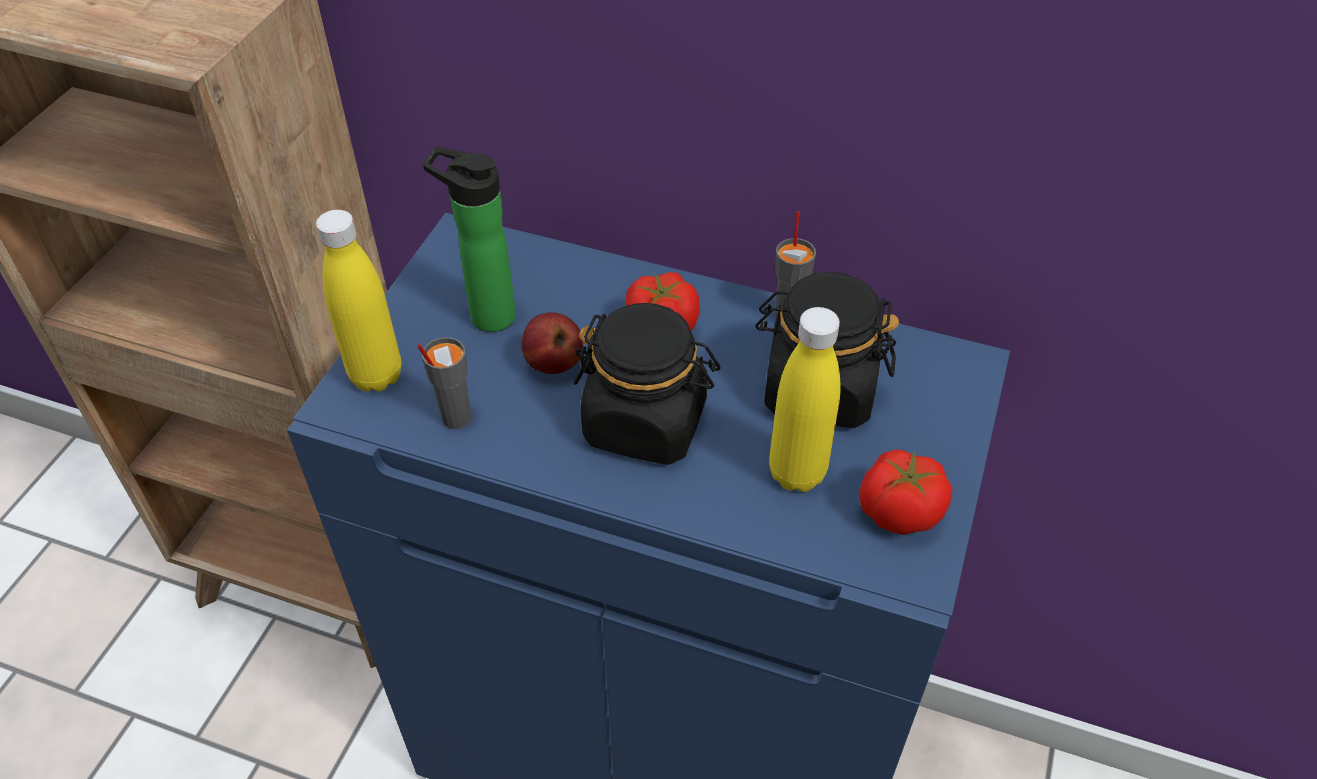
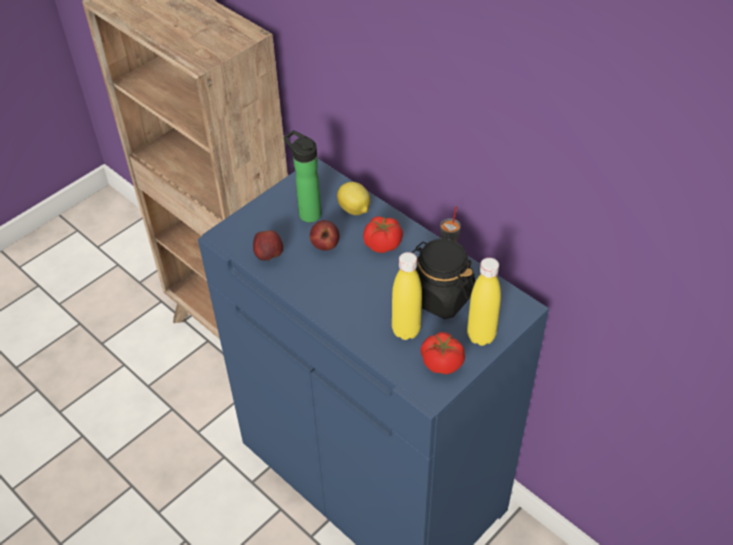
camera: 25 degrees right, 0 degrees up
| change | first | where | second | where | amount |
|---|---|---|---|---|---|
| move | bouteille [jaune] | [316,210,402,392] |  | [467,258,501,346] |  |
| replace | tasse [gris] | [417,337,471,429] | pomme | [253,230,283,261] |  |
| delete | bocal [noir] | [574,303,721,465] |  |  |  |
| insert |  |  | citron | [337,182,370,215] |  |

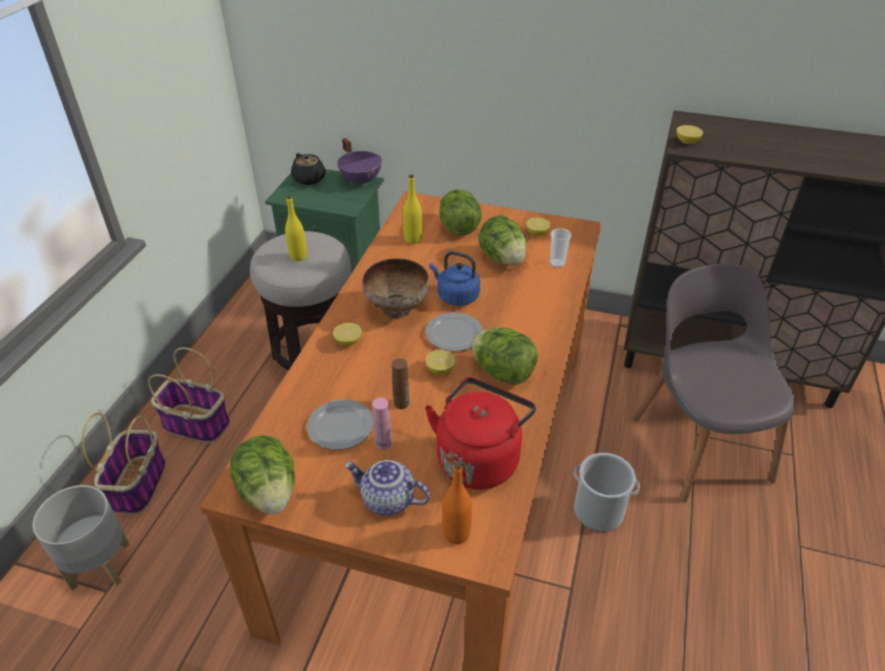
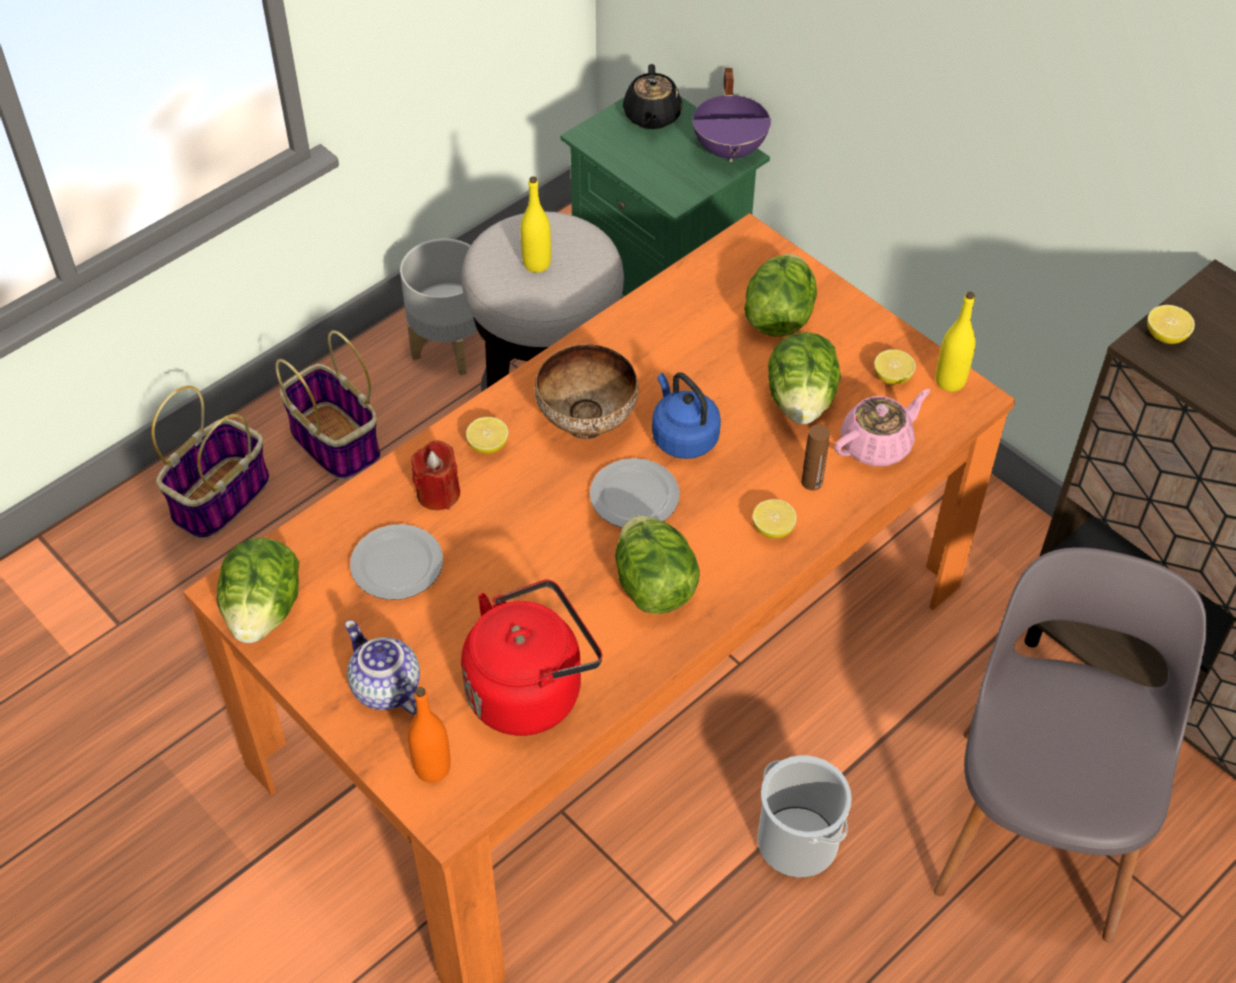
camera: 30 degrees right, 10 degrees up
| change | first | where | second | where | amount |
|---|---|---|---|---|---|
| move | cache-pot [gris] | [32,485,130,591] |  | [400,239,484,375] |  |
| delete | bouteille [rose] | [372,398,392,450] |  |  |  |
| move | bouteille [marron] | [392,358,409,409] |  | [801,424,830,490] |  |
| move | bouteille [jaune] | [403,175,422,244] |  | [936,292,976,392] |  |
| move | citron | [425,350,455,375] |  | [753,499,797,539] |  |
| replace | tasse | [550,228,571,268] | théière [rose] | [834,389,930,466] |  |
| insert |  |  | bougie [rouge] | [411,441,460,510] |  |

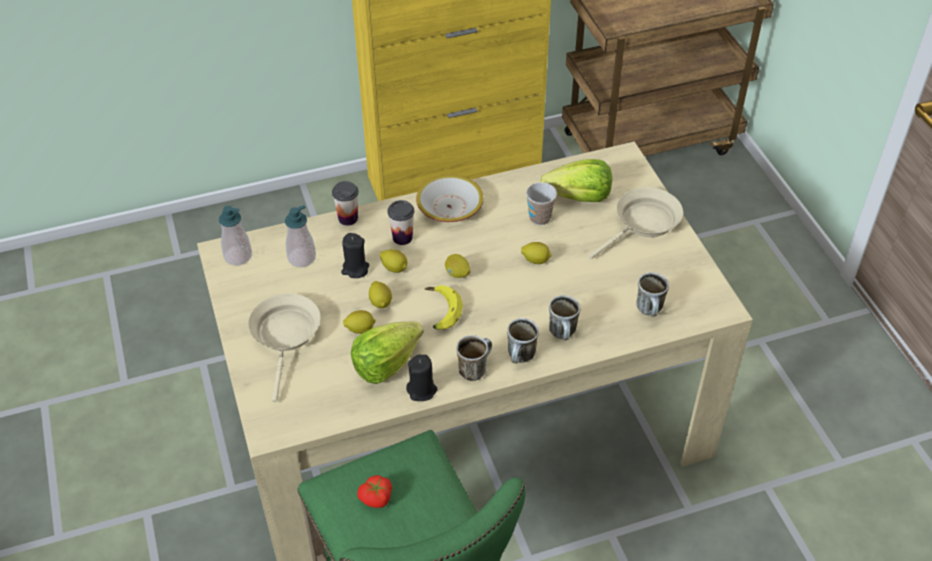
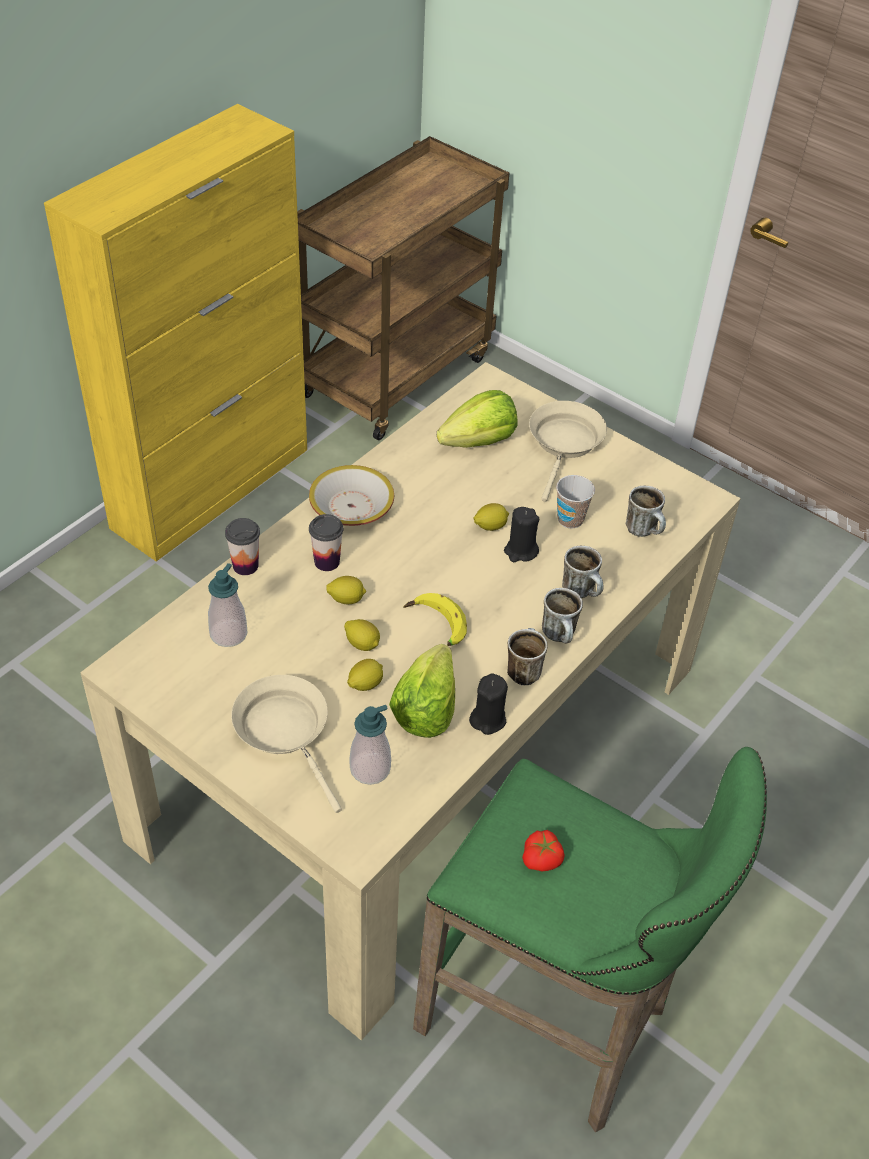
camera: 35 degrees left, 0 degrees up
| change | first | where | second | where | amount |
|---|---|---|---|---|---|
| move | distributeur de savon | [219,206,252,266] |  | [350,705,391,785] |  |
| move | bougie [noir] | [341,233,369,278] |  | [504,507,539,562] |  |
| delete | citron | [445,254,470,278] |  |  |  |
| move | tasse | [526,182,557,225] |  | [556,475,595,529] |  |

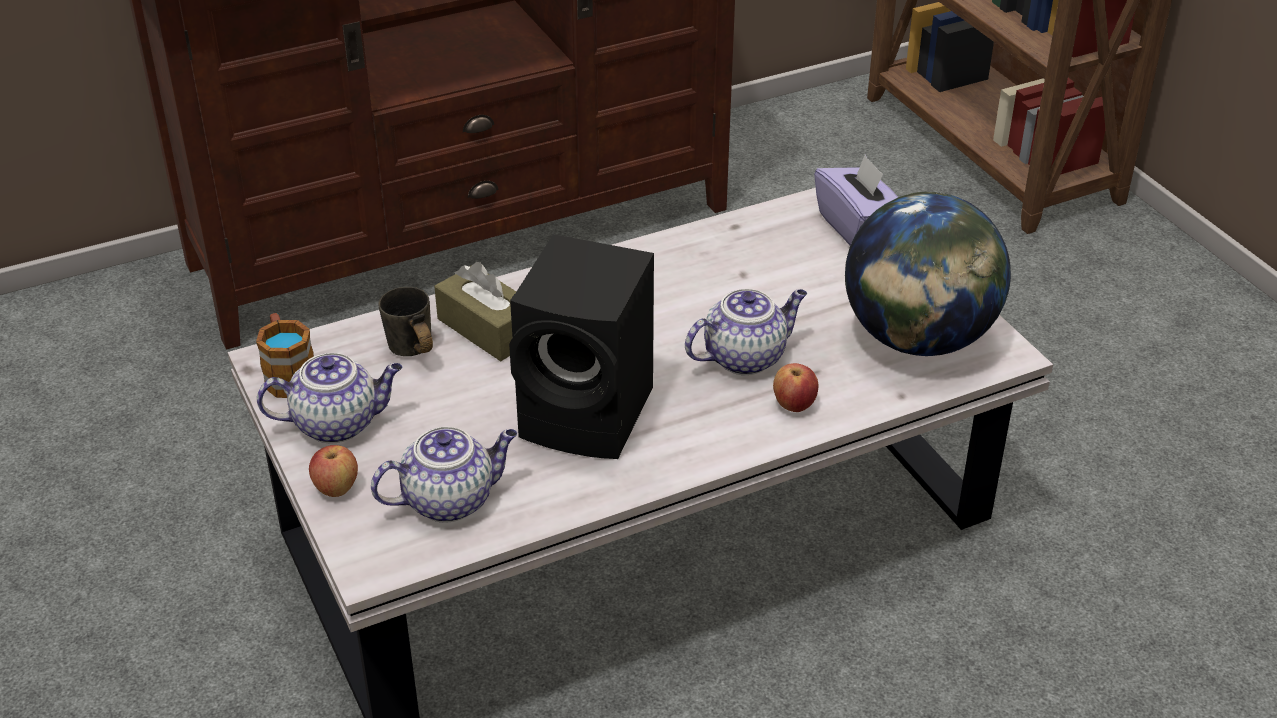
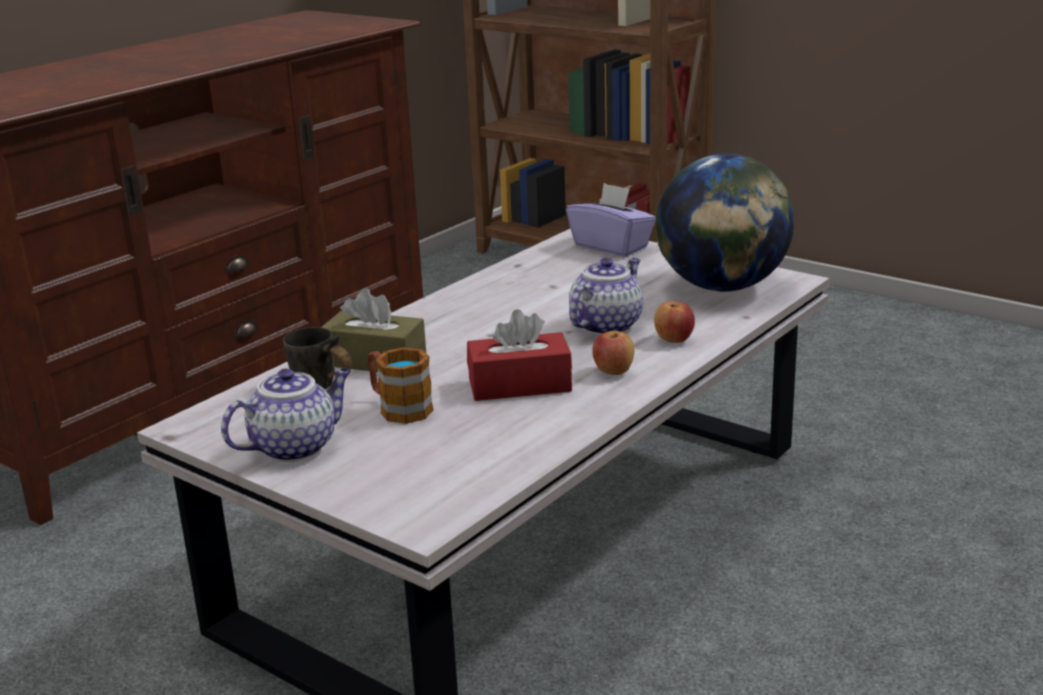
camera: 25 degrees left, 15 degrees down
| change | first | where | second | where | amount |
|---|---|---|---|---|---|
| move | mug | [256,313,314,398] |  | [368,347,433,424] |  |
| move | pomme | [309,445,358,497] |  | [592,331,634,375] |  |
| delete | théière | [371,427,517,523] |  |  |  |
| replace | enceinte [noir] | [509,234,654,459] | boîte à mouchoirs [rouge] | [467,309,572,401] |  |

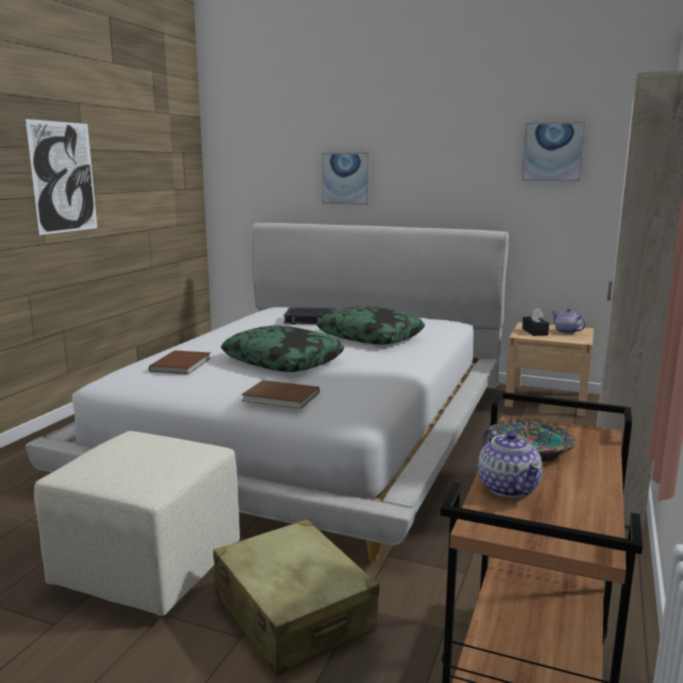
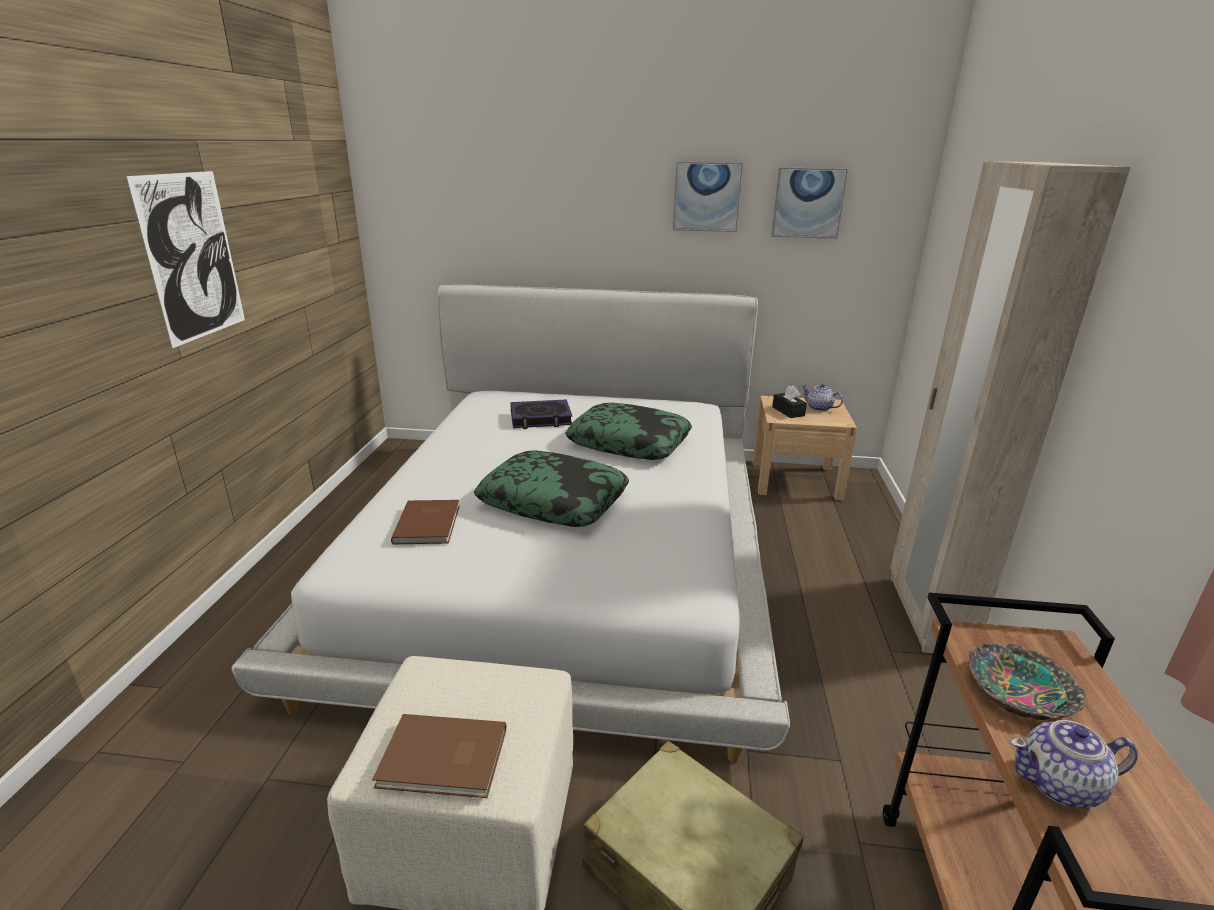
camera: 15 degrees left, 10 degrees up
| change | first | where | second | where | amount |
|---|---|---|---|---|---|
| move | livre [marron] | [241,380,320,409] |  | [372,714,506,798] |  |
| move | tableau | [322,153,370,205] |  | [673,162,743,232] |  |
| rotate | théière | [478,428,543,498] |  | [1010,720,1138,808] | 120 degrees clockwise |

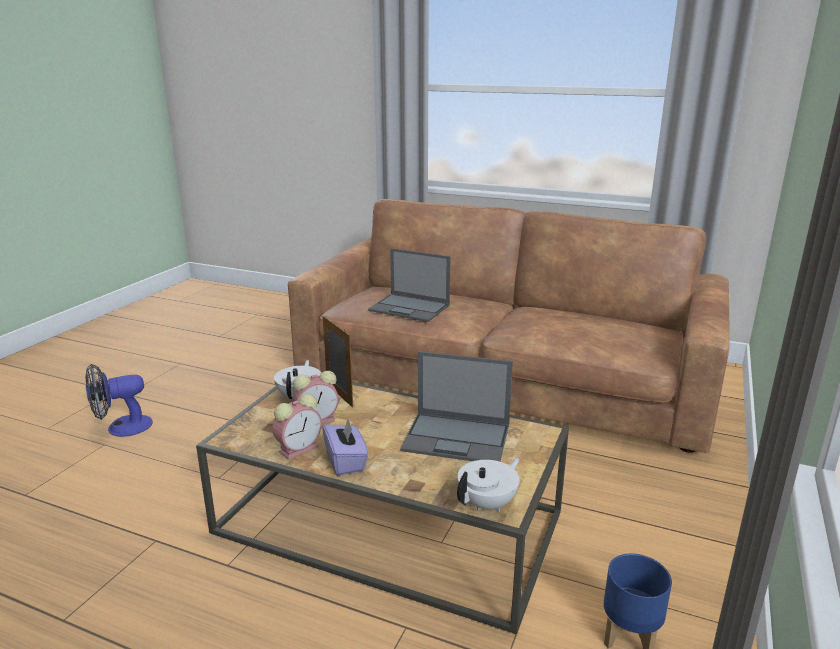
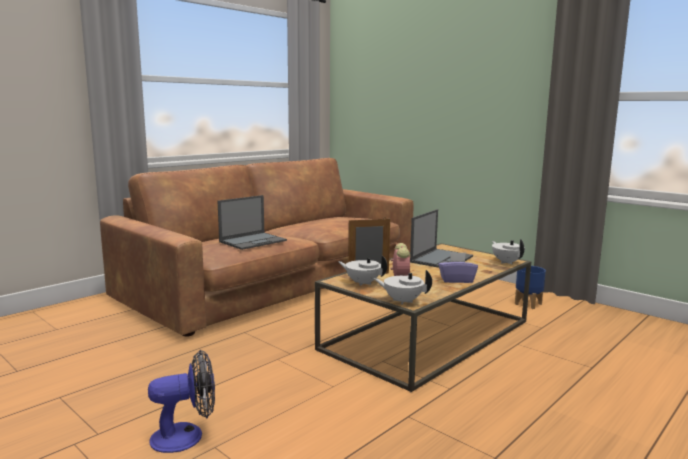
camera: 70 degrees left, 10 degrees down
| change | first | where | second | where | amount |
|---|---|---|---|---|---|
| rotate | ventilateur | [85,364,153,437] |  | [148,350,215,453] | 105 degrees counterclockwise |
| delete | réveil | [272,394,322,460] |  |  |  |
| insert |  |  | théière [blanc] | [374,270,432,305] |  |

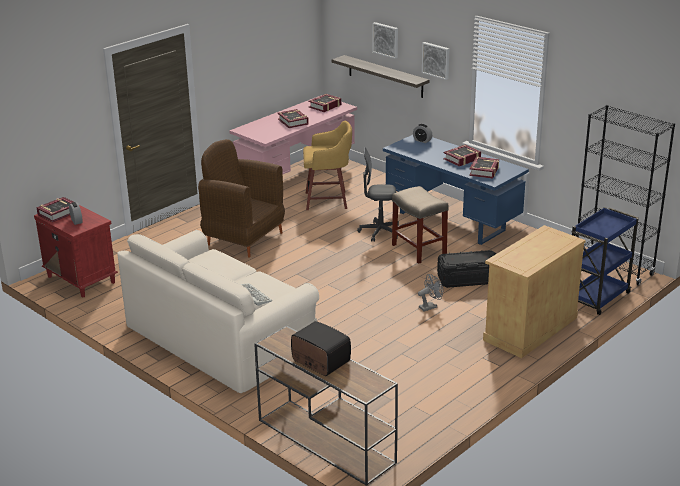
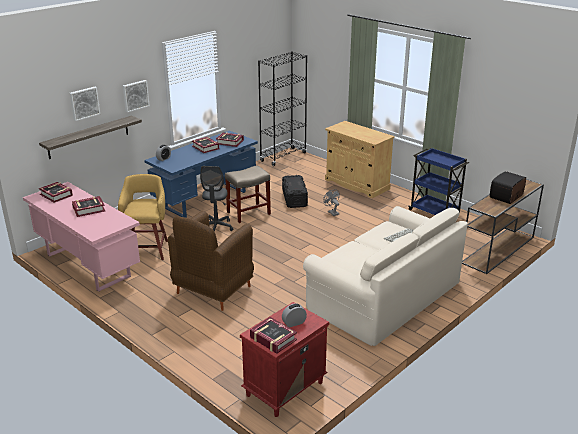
camera: 90 degrees left, 0 degrees up
| change | first | where | second | where | amount |
|---|---|---|---|---|---|
| move | chariot [bleu] | [571,207,639,315] |  | [408,148,469,215] |  |

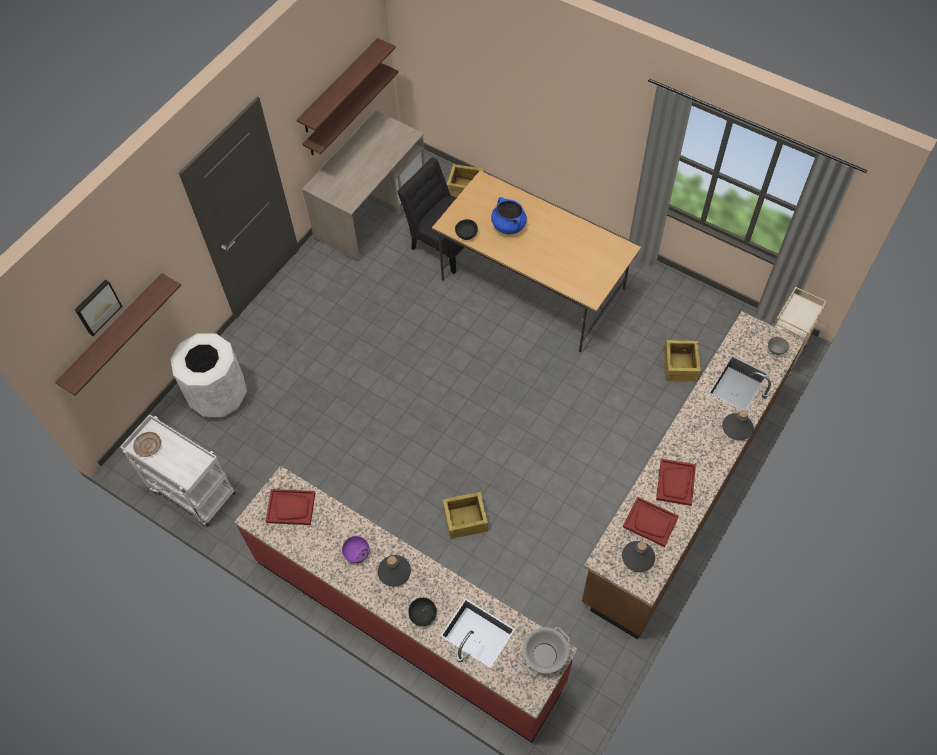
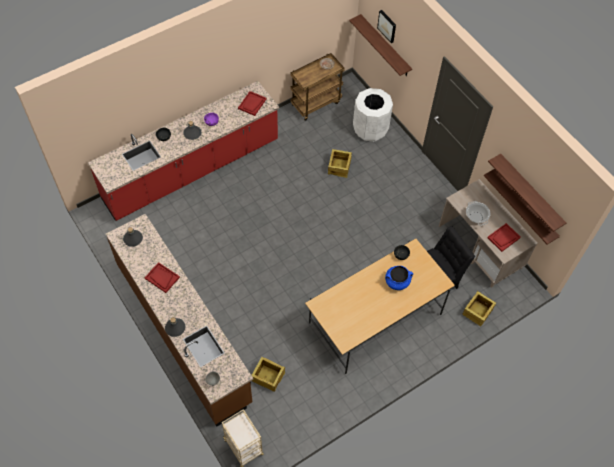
camera: 110 degrees right, 0 degrees up
| change | first | where | second | where | amount |
|---|---|---|---|---|---|
| recolor | chariot [blanc] | [120,415,235,527] | chariot [marron] | [290,53,345,121] |  |
| move | caisse | [443,492,488,539] |  | [328,149,352,178] |  |
| move | marmite | [521,627,570,675] |  | [466,201,490,226] |  |
| move | plateau [rouge] | [623,497,679,547] |  | [487,223,521,252] |  |

